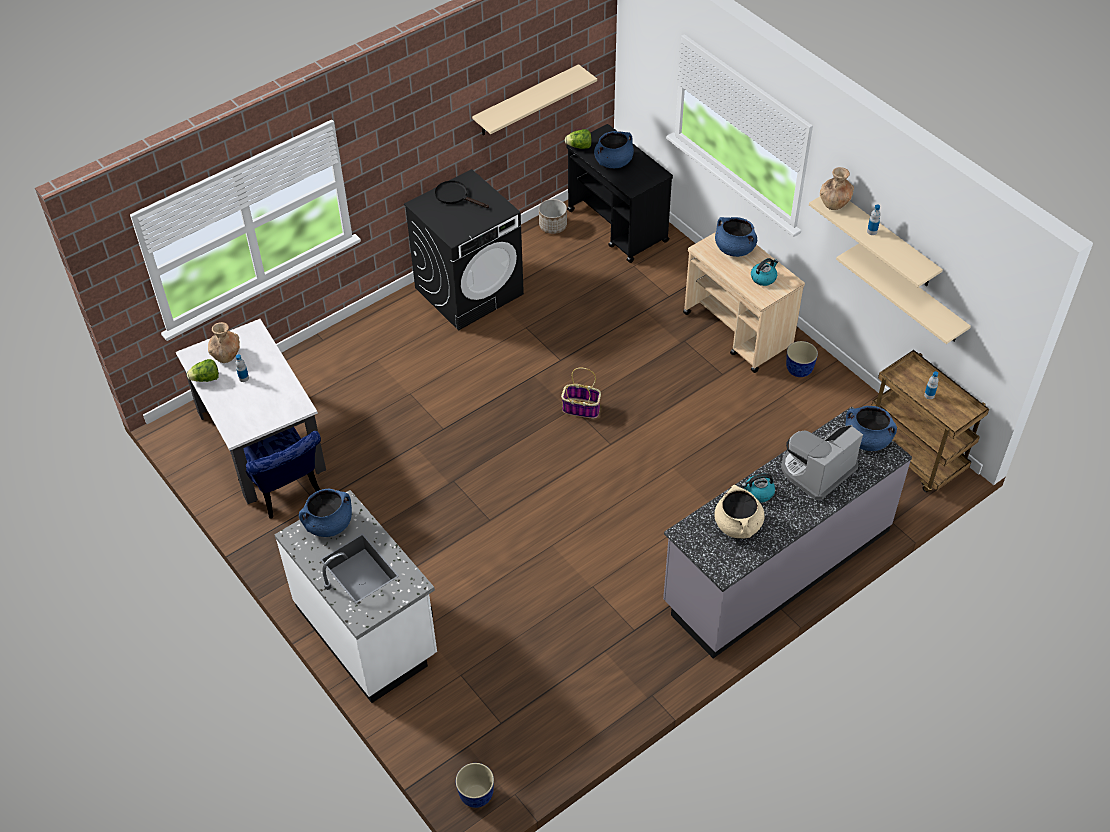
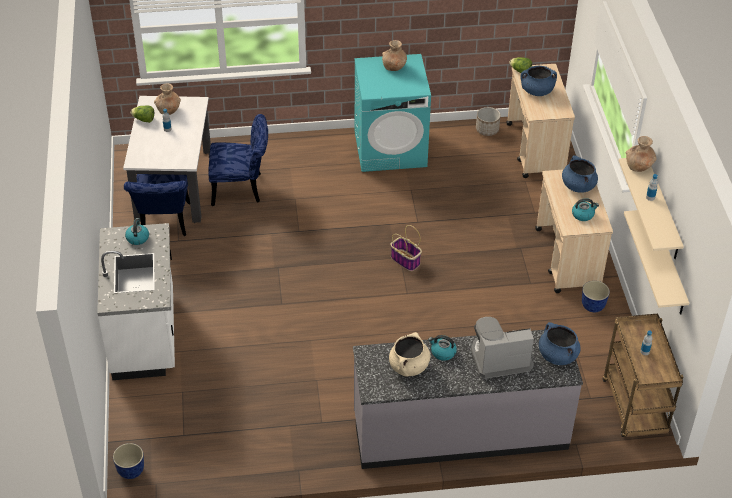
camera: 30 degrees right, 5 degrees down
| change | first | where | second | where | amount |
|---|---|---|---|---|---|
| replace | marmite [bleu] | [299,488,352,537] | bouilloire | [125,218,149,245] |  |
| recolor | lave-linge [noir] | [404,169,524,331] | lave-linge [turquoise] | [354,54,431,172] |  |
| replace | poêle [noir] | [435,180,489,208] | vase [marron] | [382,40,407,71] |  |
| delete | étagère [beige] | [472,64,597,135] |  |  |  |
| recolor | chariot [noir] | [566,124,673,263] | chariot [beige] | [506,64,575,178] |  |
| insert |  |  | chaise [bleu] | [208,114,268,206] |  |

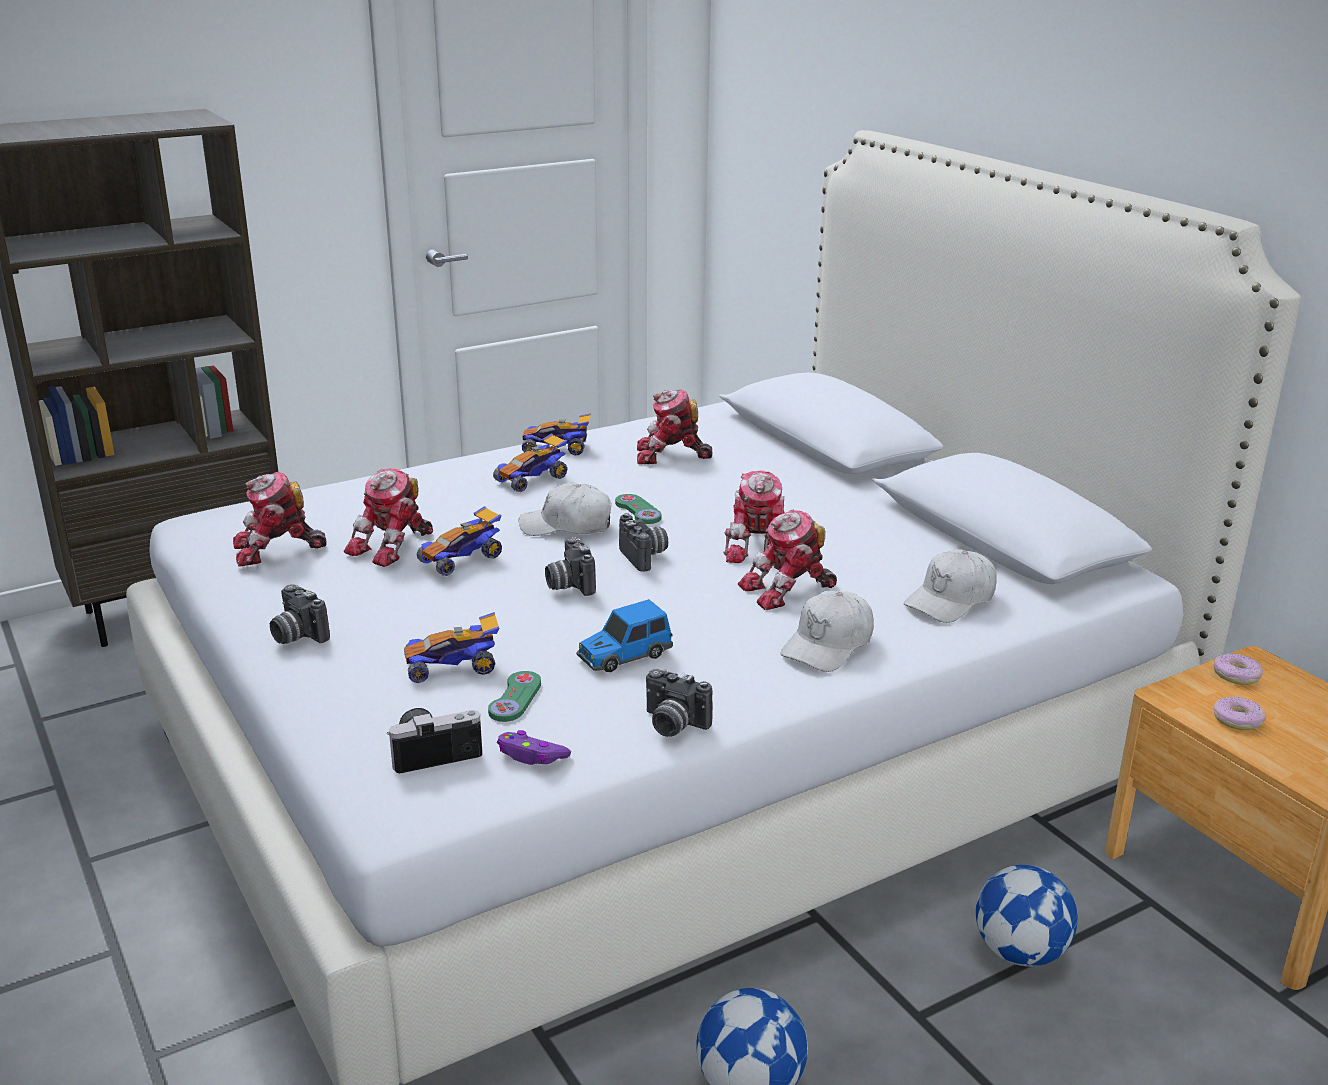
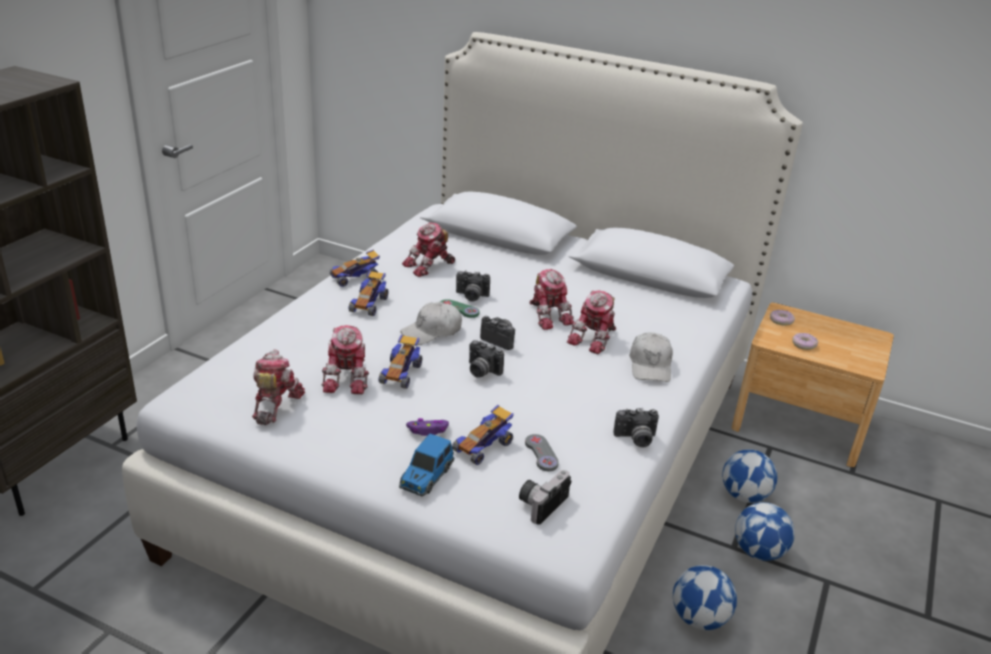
camera: 35 degrees left, 5 degrees up
| change | first | where | second | where | amount |
|---|---|---|---|---|---|
| rotate | robot jouet | [233,472,326,567] |  | [252,350,305,425] | 150 degrees clockwise |
| move | appareil photo | [270,584,330,644] |  | [456,270,490,302] |  |
| recolor | manette [vert] | [488,671,541,722] | manette [gris] | [525,434,559,471] |  |
| move | manette [violet] | [497,730,571,765] |  | [406,418,449,436] |  |
| move | petite voiture | [576,599,673,672] |  | [399,434,454,496] |  |
| delete | casquette [blanc] | [904,549,997,623] |  |  |  |
| insert |  |  | ballon de foot | [735,502,795,561] |  |

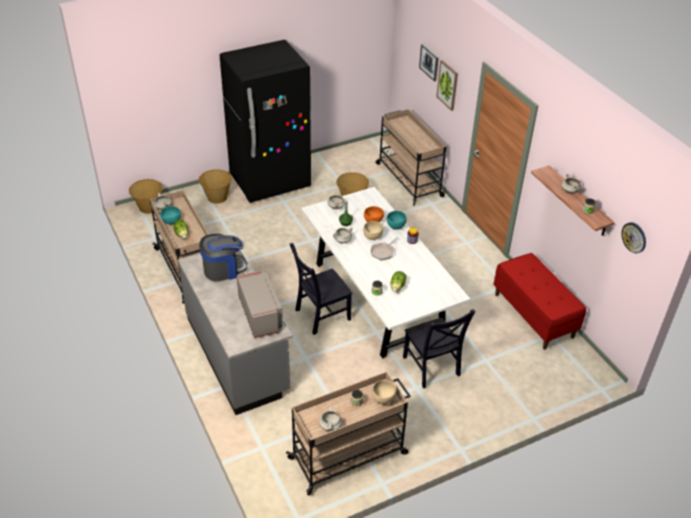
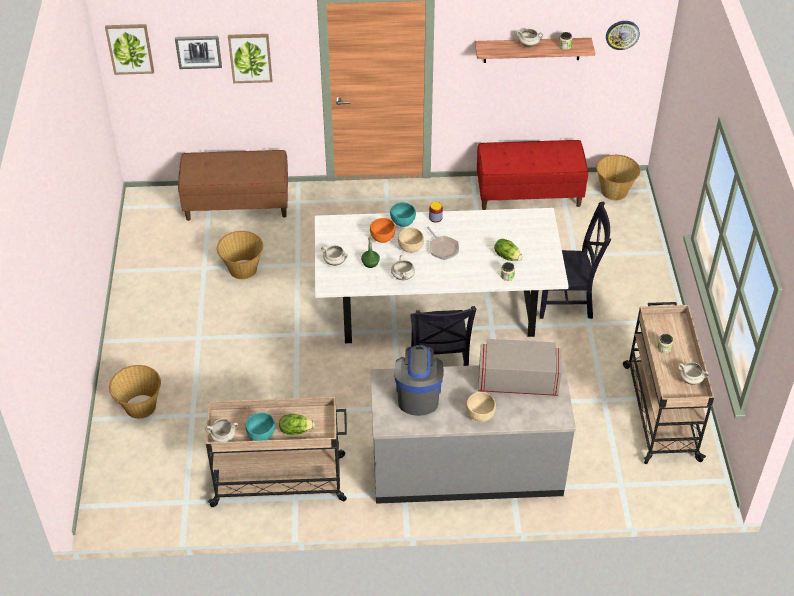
camera: 65 degrees left, 5 degrees up
| change | first | where | second | where | amount |
|---|---|---|---|---|---|
| move | panier | [129,179,163,214] |  | [596,155,641,200] |  |
| delete | réfrigérateur [noir] | [220,40,311,203] |  |  |  |
| move | bol [beige] | [372,380,396,404] |  | [466,392,496,422] |  |
| replace | chariot [beige] | [376,109,447,206] | banc [marron] | [178,150,288,221] |  |
| insert |  |  | tableau | [105,24,154,75] |  |

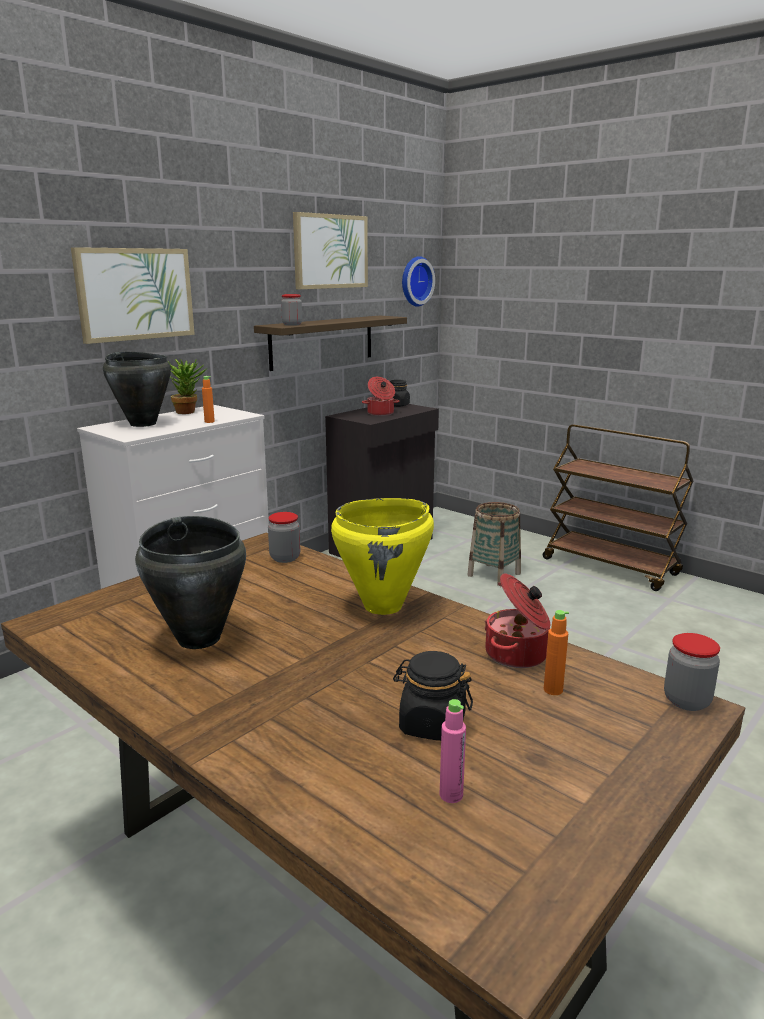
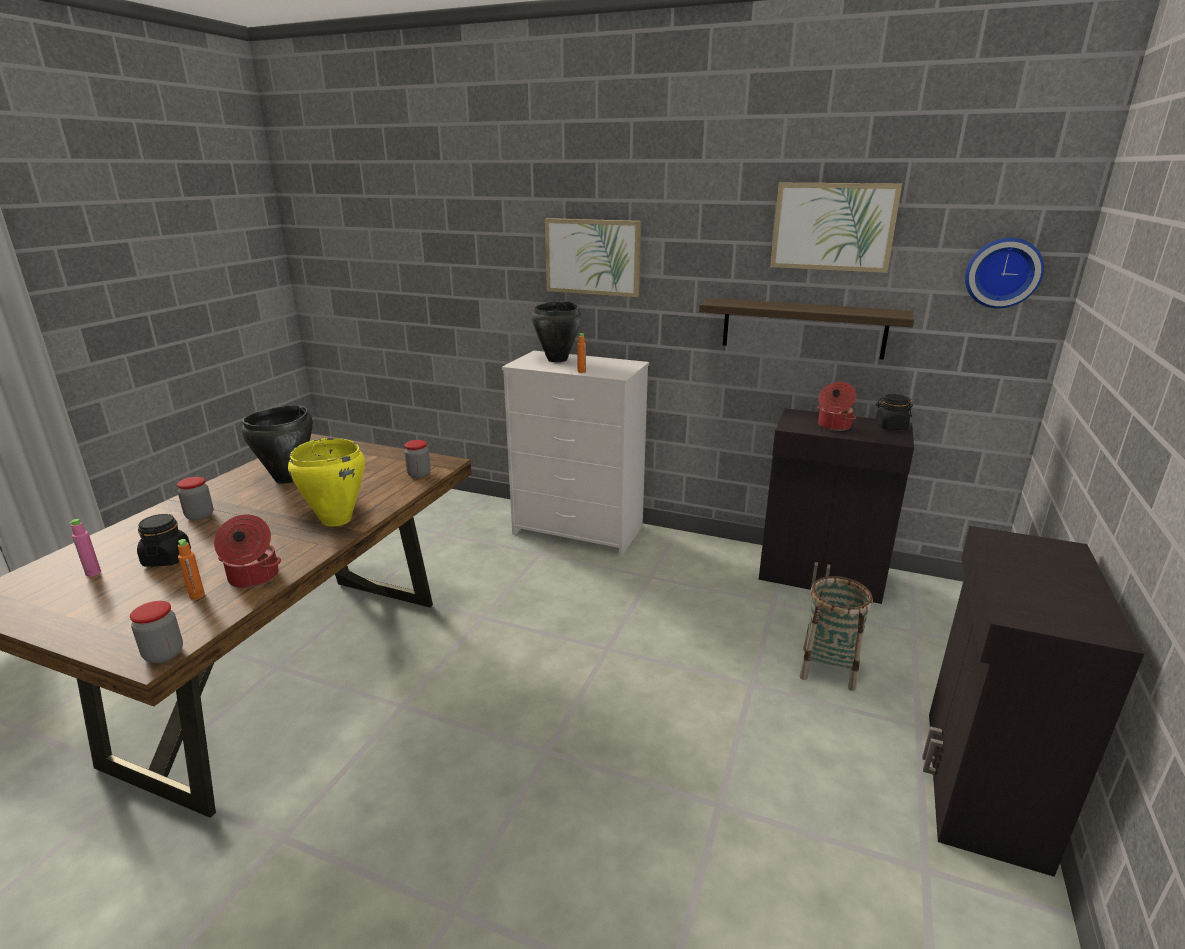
camera: 70 degrees right, 5 degrees up
| change | first | where | second | where | amount |
|---|---|---|---|---|---|
| delete | plante en pot | [167,359,206,414] |  |  |  |
| move | bocal | [281,294,302,326] |  | [177,477,213,521] |  |
| replace | chariot [marron] | [543,424,693,591] | meuble de rangement [noir] | [922,526,1144,877] |  |

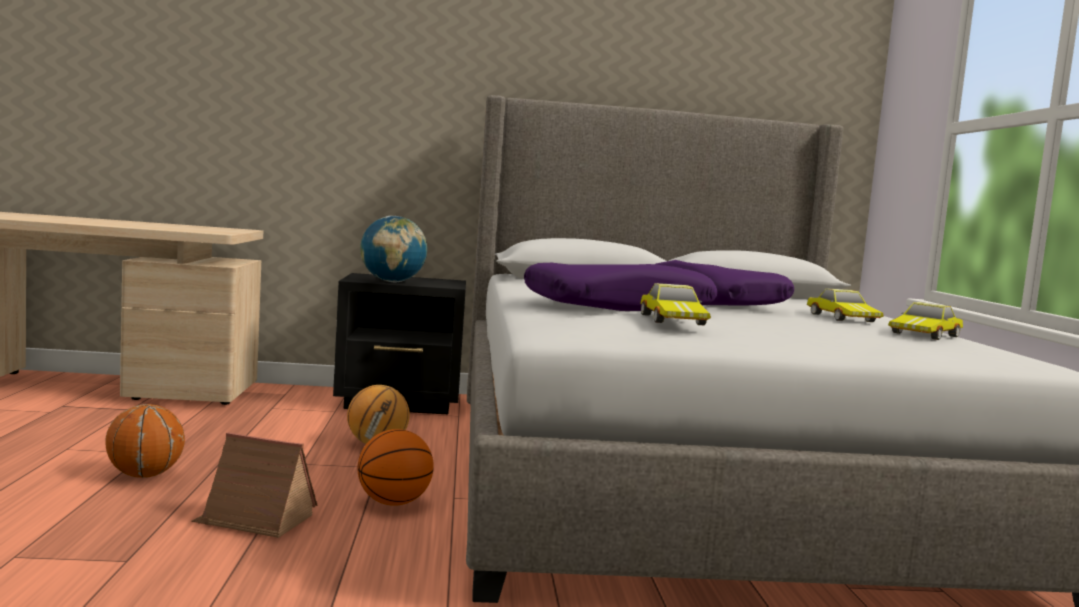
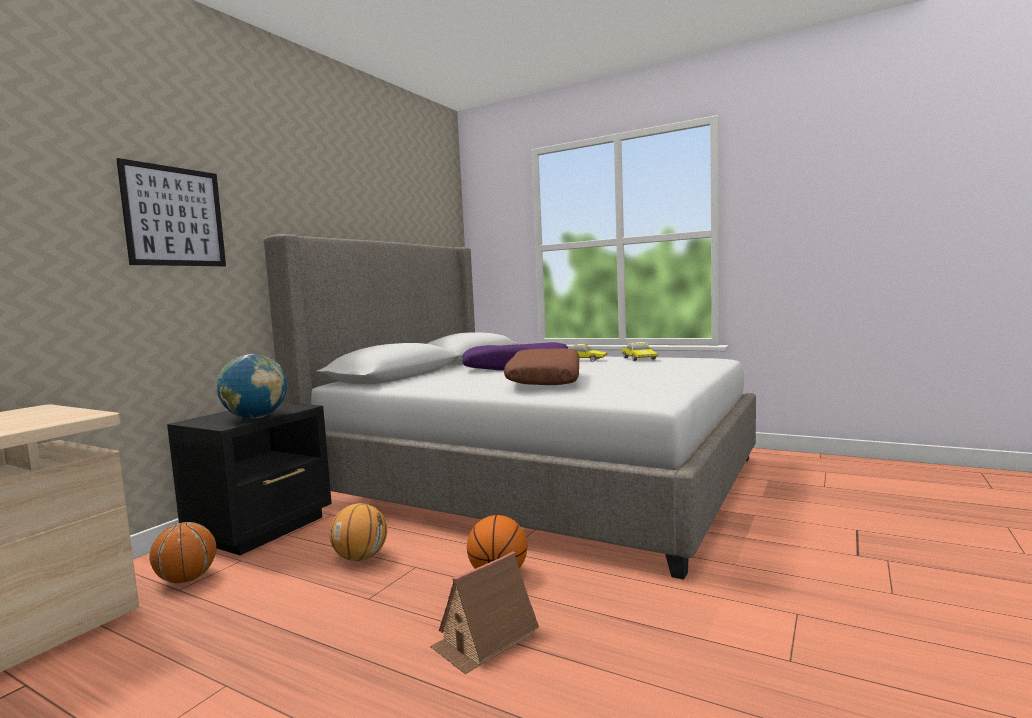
camera: 55 degrees left, 0 degrees up
| change | first | where | second | where | amount |
|---|---|---|---|---|---|
| move | ballon de basket | [105,404,185,478] |  | [149,522,216,583] |  |
| recolor | coussin [violet] | [524,263,717,311] | coussin [marron] | [504,348,579,385] |  |
| delete | petite voiture | [640,283,711,325] |  |  |  |
| insert |  |  | tableau | [116,158,226,266] |  |

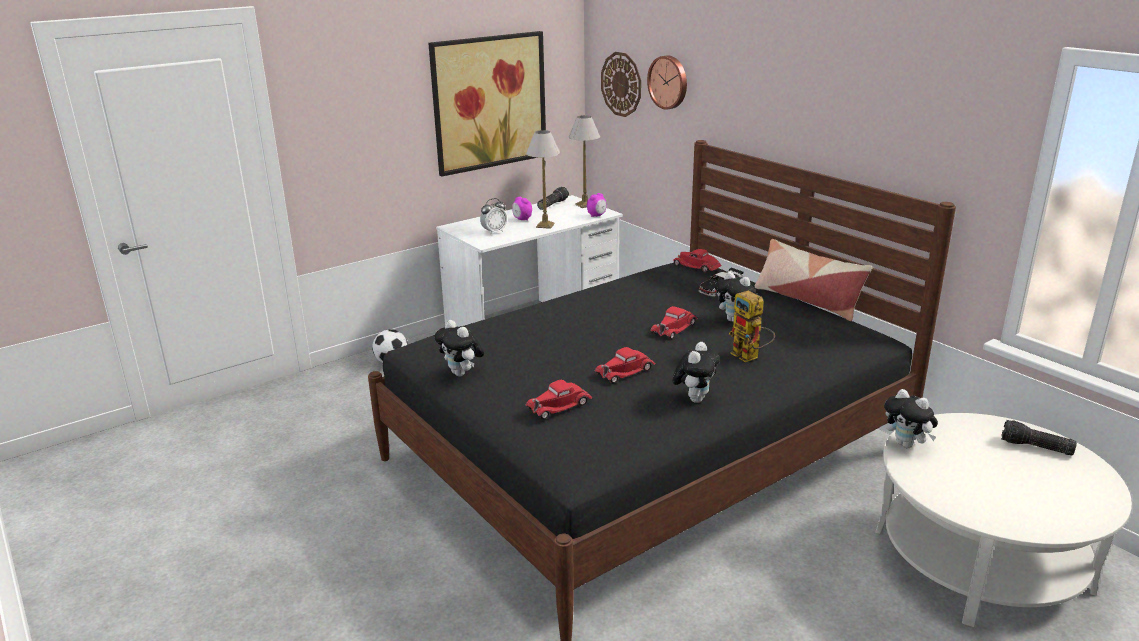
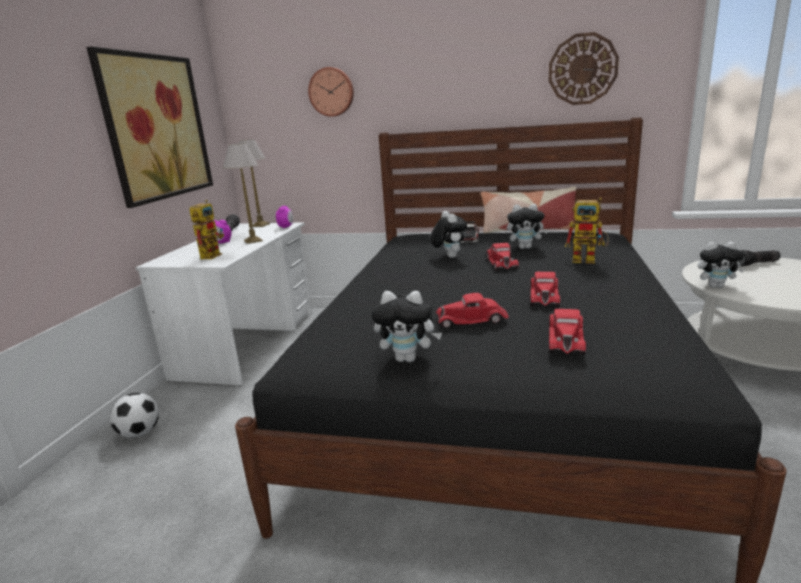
camera: 40 degrees left, 5 degrees down
| change | first | where | second | where | amount |
|---|---|---|---|---|---|
| replace | réveil | [480,198,507,235] | robot jouet | [190,200,224,259] |  |
| move | horloge murale | [601,52,641,117] |  | [549,32,619,105] |  |
| move | petite voiture [rouge] | [673,249,722,273] |  | [436,293,509,328] |  |
| move | peluche | [673,342,720,403] |  | [430,211,467,258] |  |

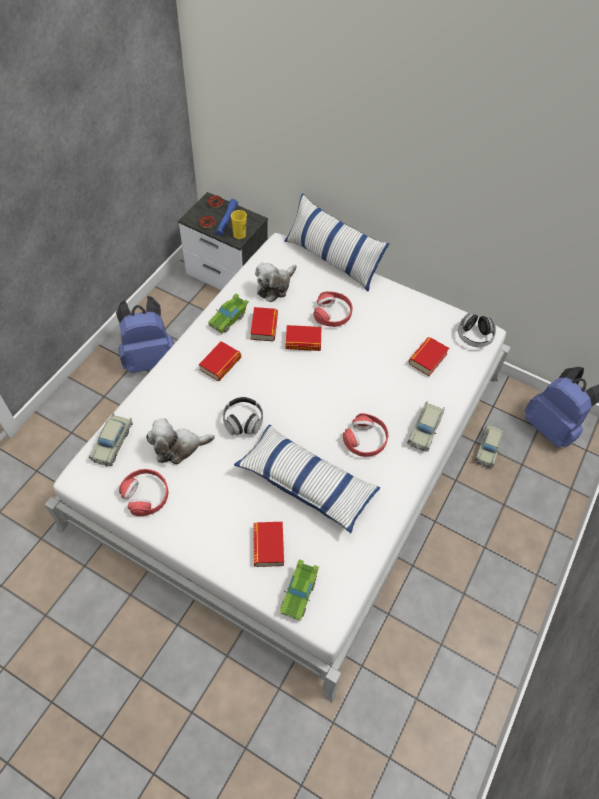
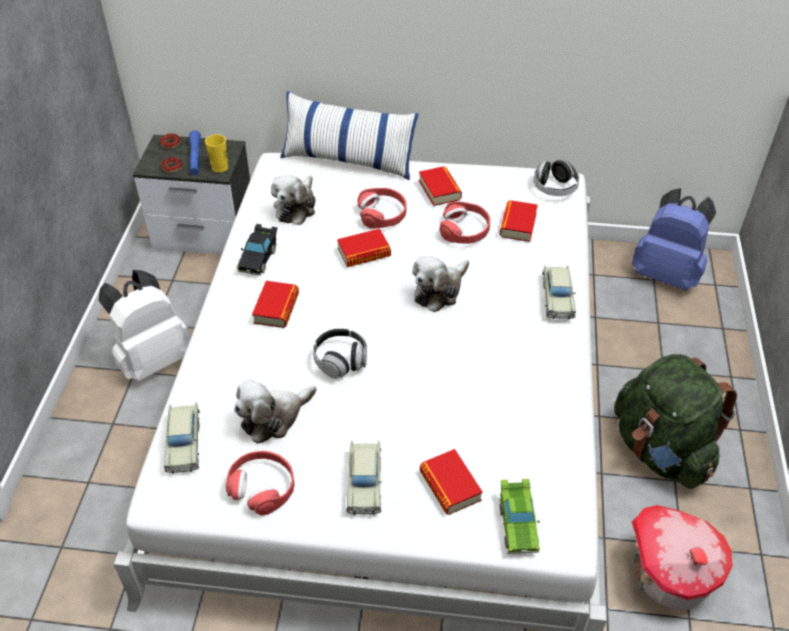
camera: 20 degrees left, 10 degrees down
| change | first | where | second | where | amount |
|---|---|---|---|---|---|
| recolor | sac à dos [bleu] | [116,296,174,373] | sac à dos [blanc] | [99,270,191,382] |  |
| recolor | petite voiture [vert] | [208,294,249,334] | petite voiture [noir] | [237,224,278,276] |  |
| delete | coussin | [234,424,380,533] |  |  |  |
| move | livre | [250,307,278,341] |  | [419,166,462,206] |  |
| move | casque audio [rouge] | [343,413,389,457] |  | [440,201,490,244] |  |
| move | petite voiture [beige] | [474,423,504,468] |  | [346,441,382,515] |  |
| insert |  |  | peluche | [412,256,469,312] |  |
| insert |  |  | sac à dos [vert] | [614,354,737,489] |  |
| insert |  |  | maison miniature | [632,505,733,610] |  |

